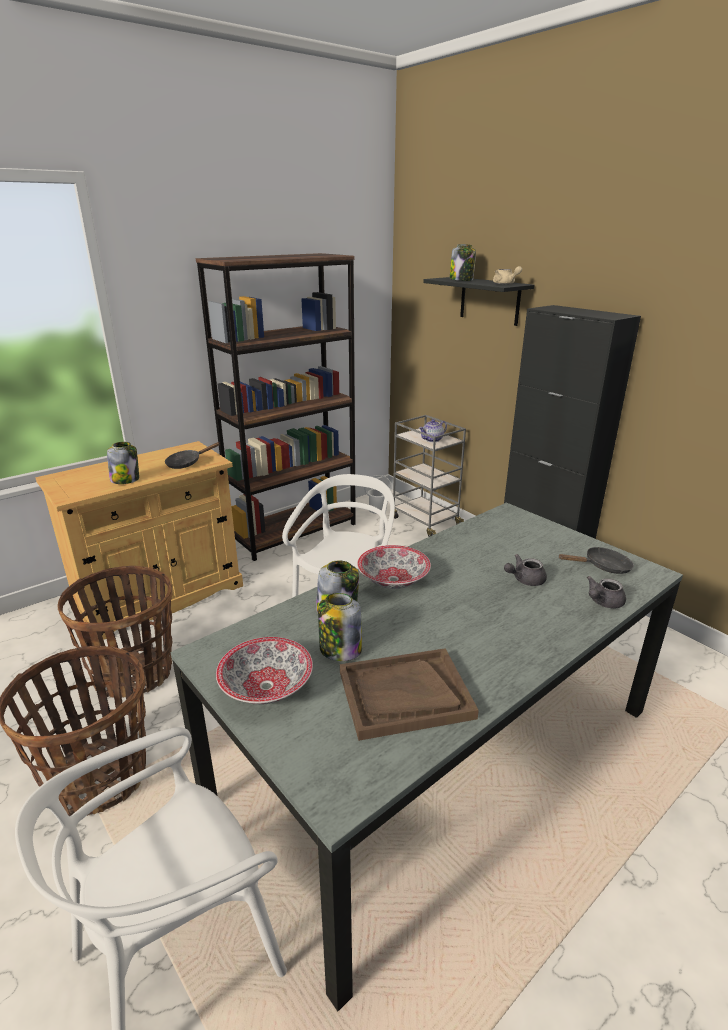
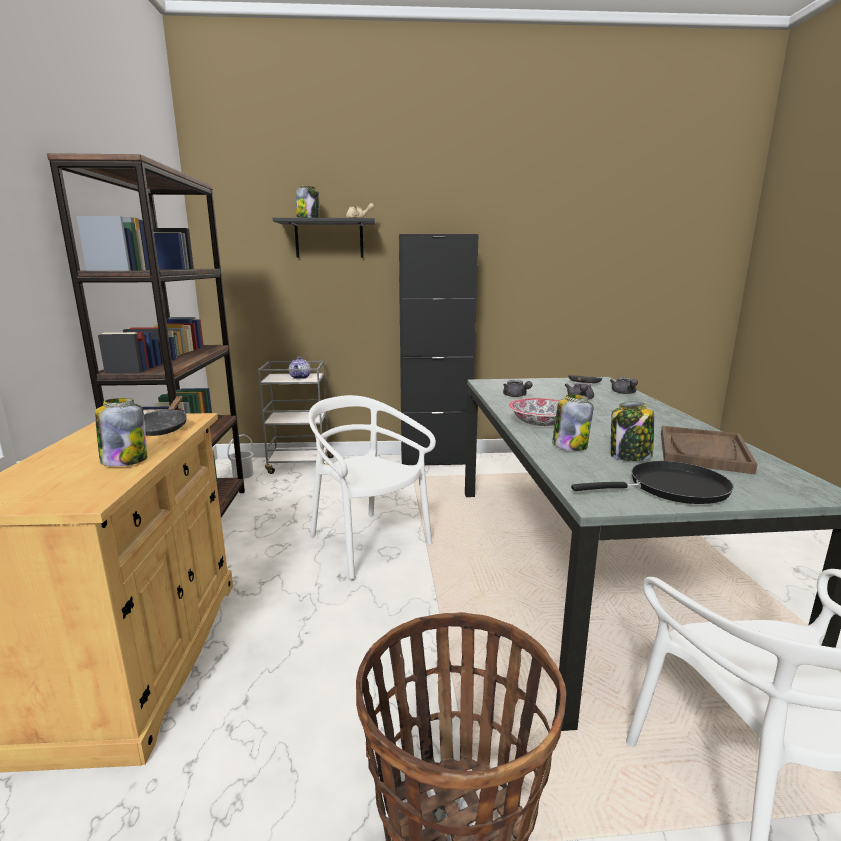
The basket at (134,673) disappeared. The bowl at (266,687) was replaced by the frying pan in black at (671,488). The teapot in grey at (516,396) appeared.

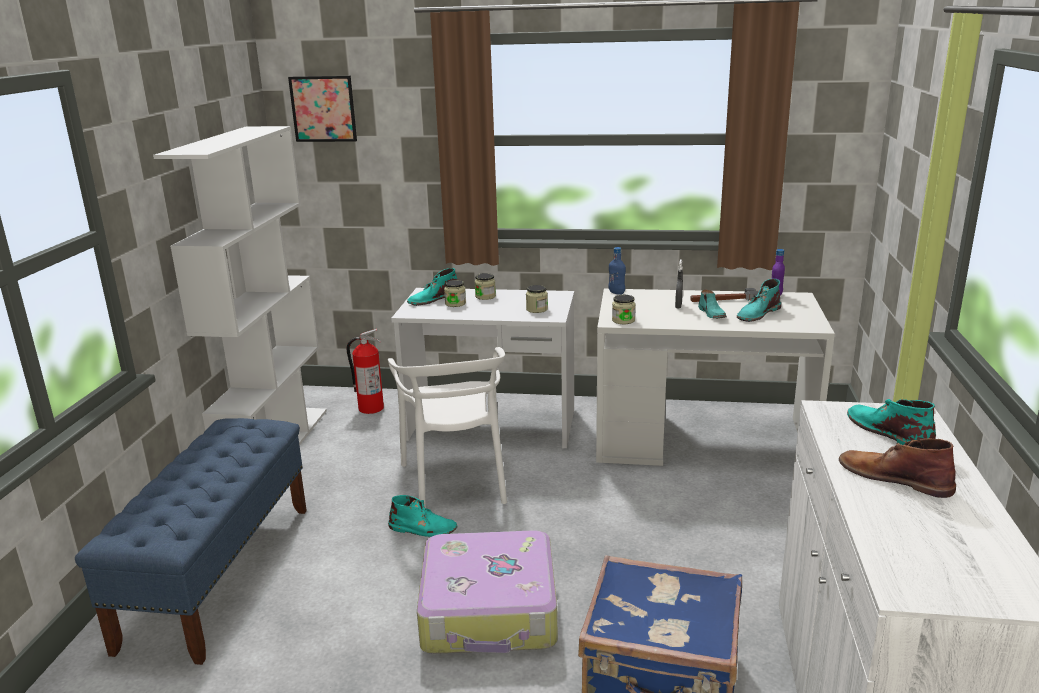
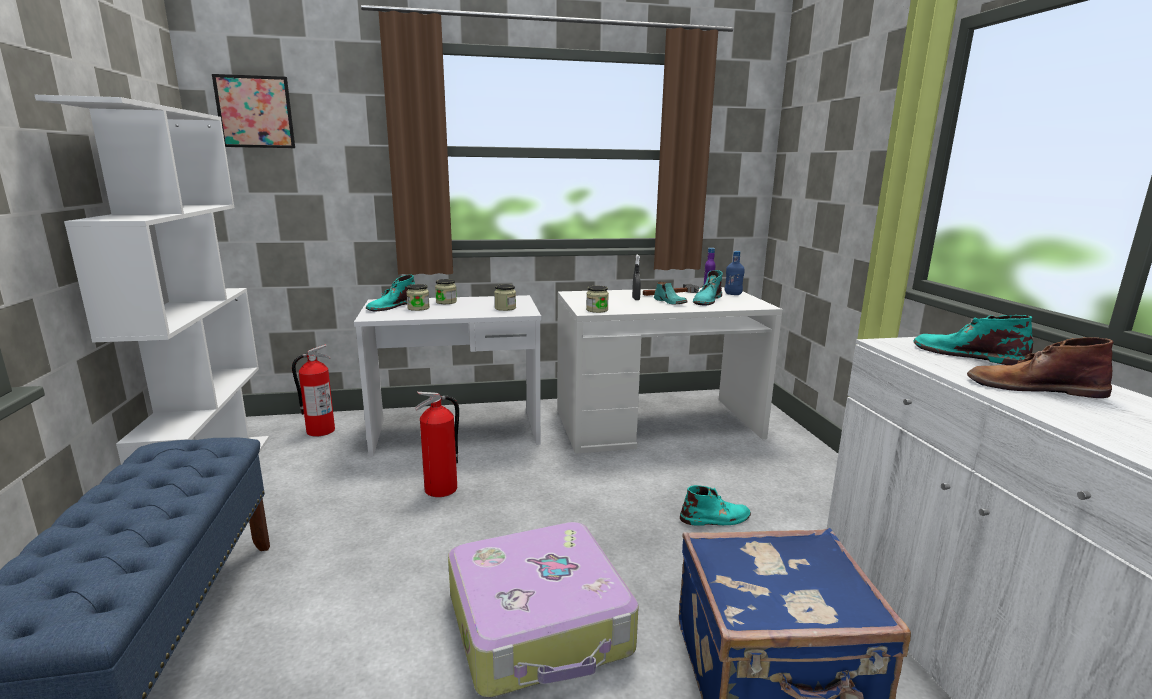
The bottle in blue moved from (616,292) to (733,294). The chair in white at (456,481) was replaced by the fire extinguisher at (442,489). The boot in turquoise moved from (423,528) to (716,518).

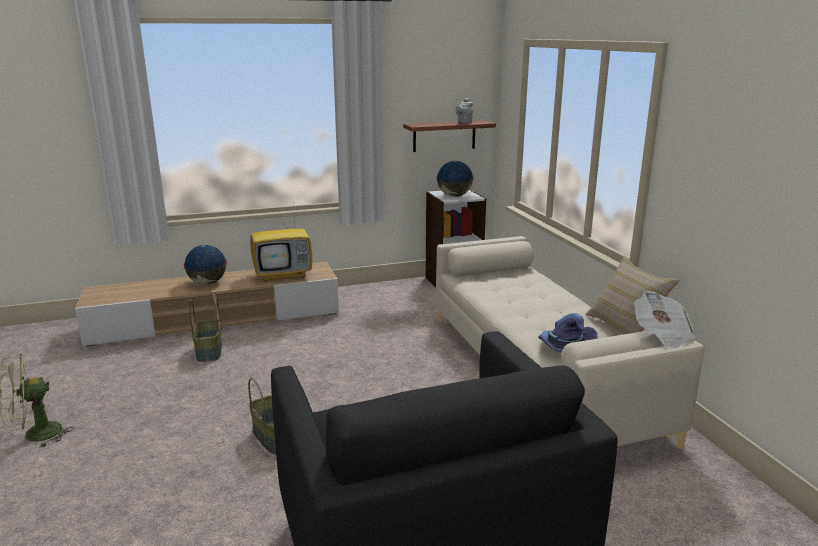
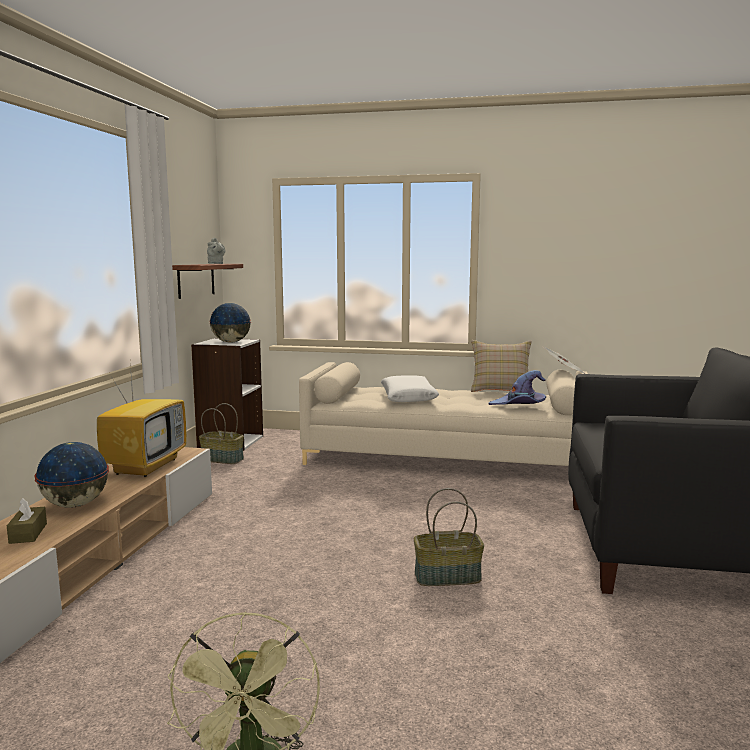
The basket moved from (210,351) to (223,459). The pillow in white at (408,397) appeared. The tissue box in brown at (28,533) appeared.

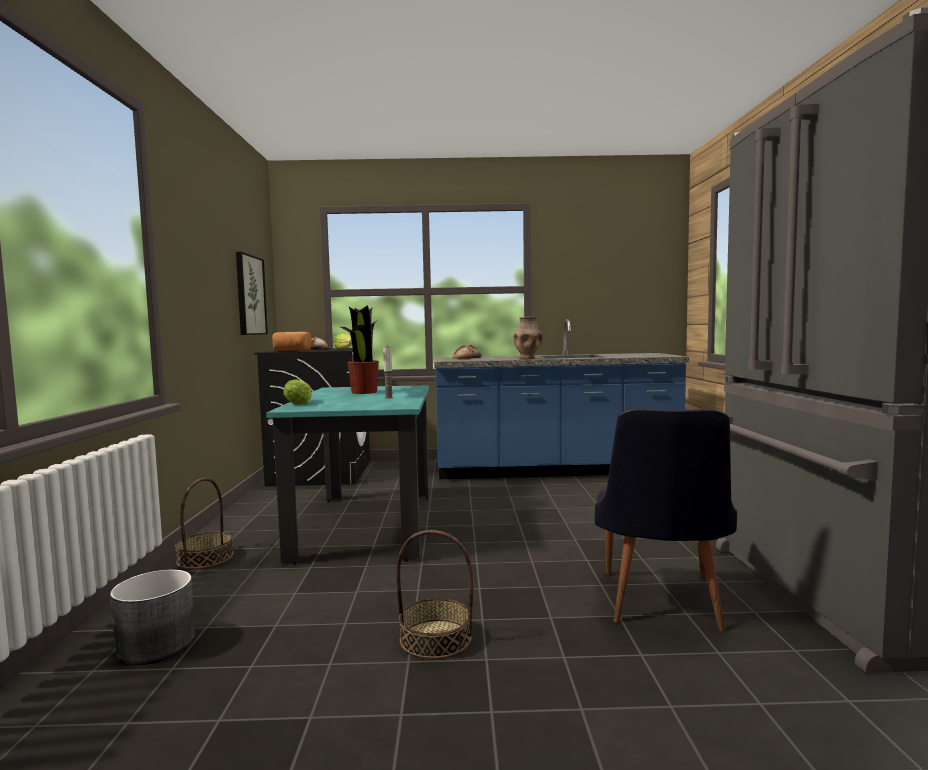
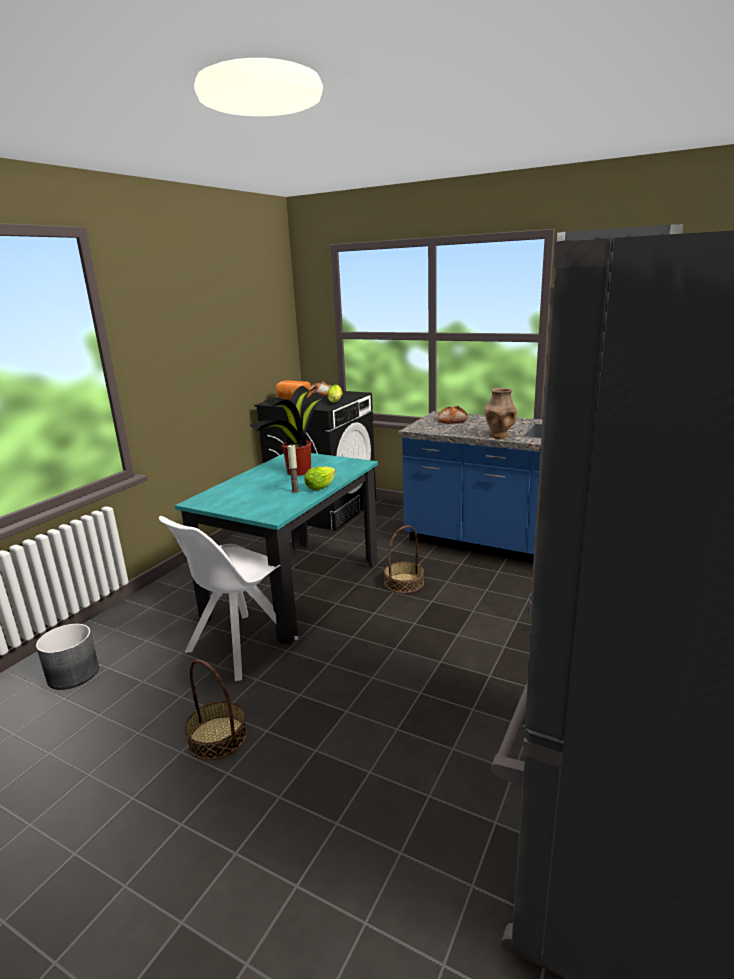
The picture at (250,295) disappeared. The lettuce moved from (301,403) to (322,486). The chair in black at (660,606) disappeared. The basket moved from (205,558) to (404,583). The chair in white at (239,646) appeared.

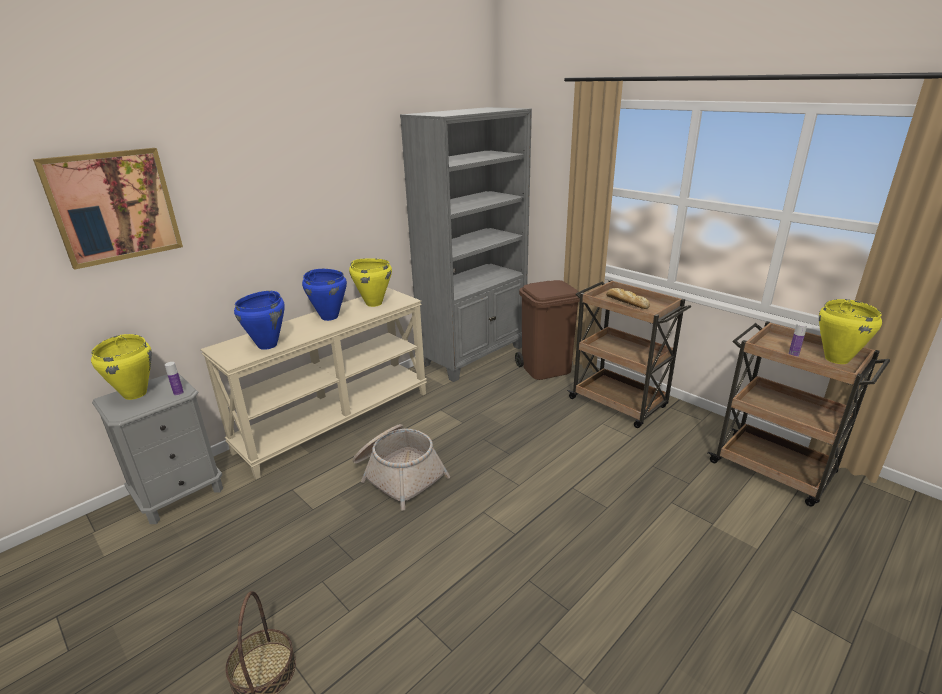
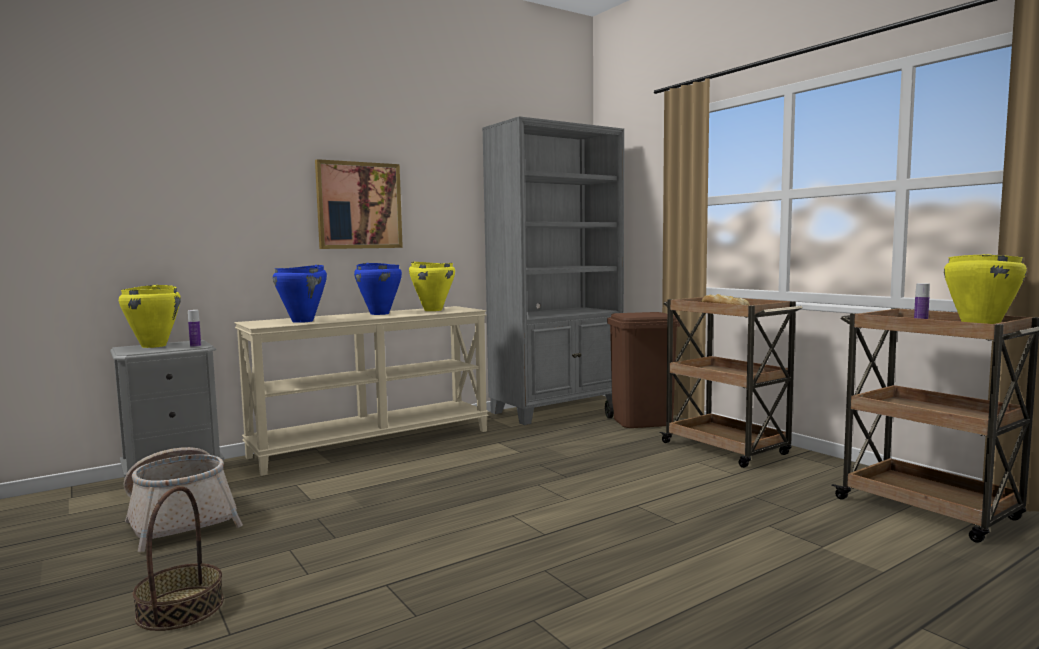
The picture moved from (114,206) to (359,205). The basket moved from (398,474) to (180,519).

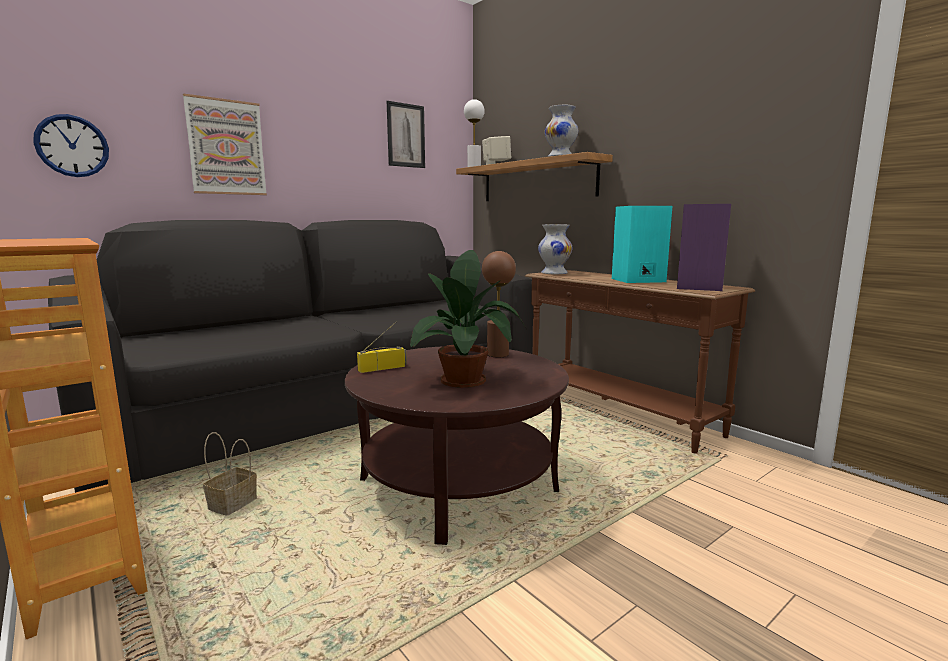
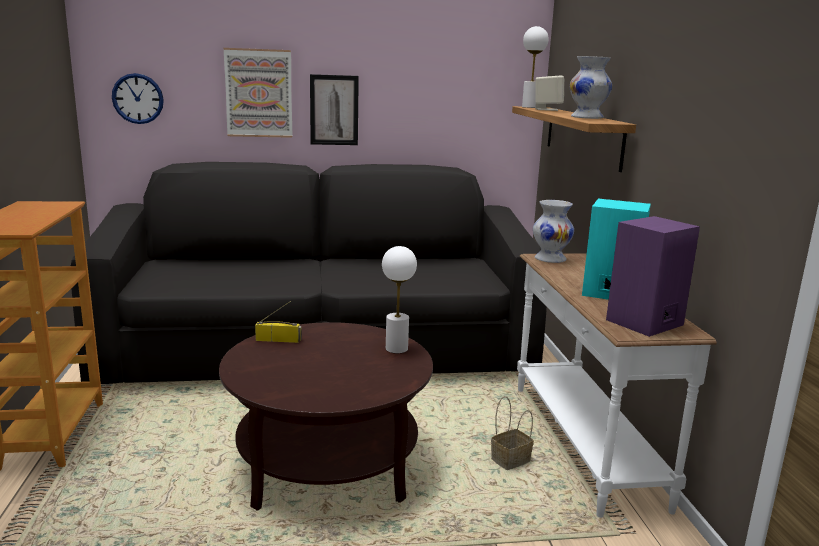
The picture moved from (406,135) to (334,110). The potted plant at (466,379) disappeared. The table lamp in brown at (498,354) became the table lamp in white at (397,348). The console table in brown at (618,414) became the console table in white at (582,443). The basket moved from (233,504) to (510,460).

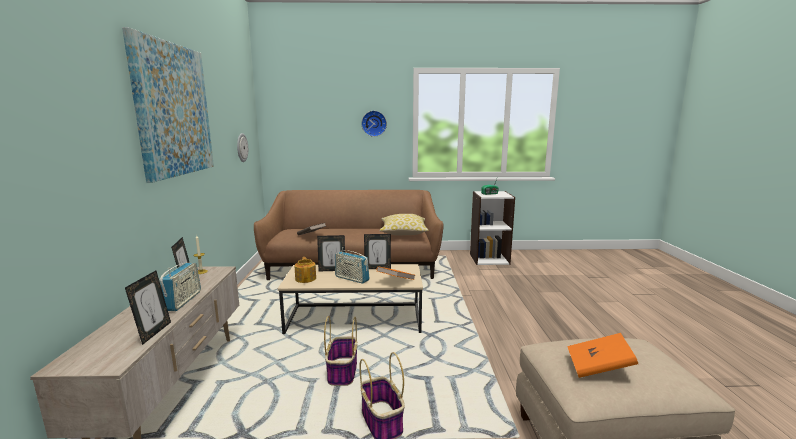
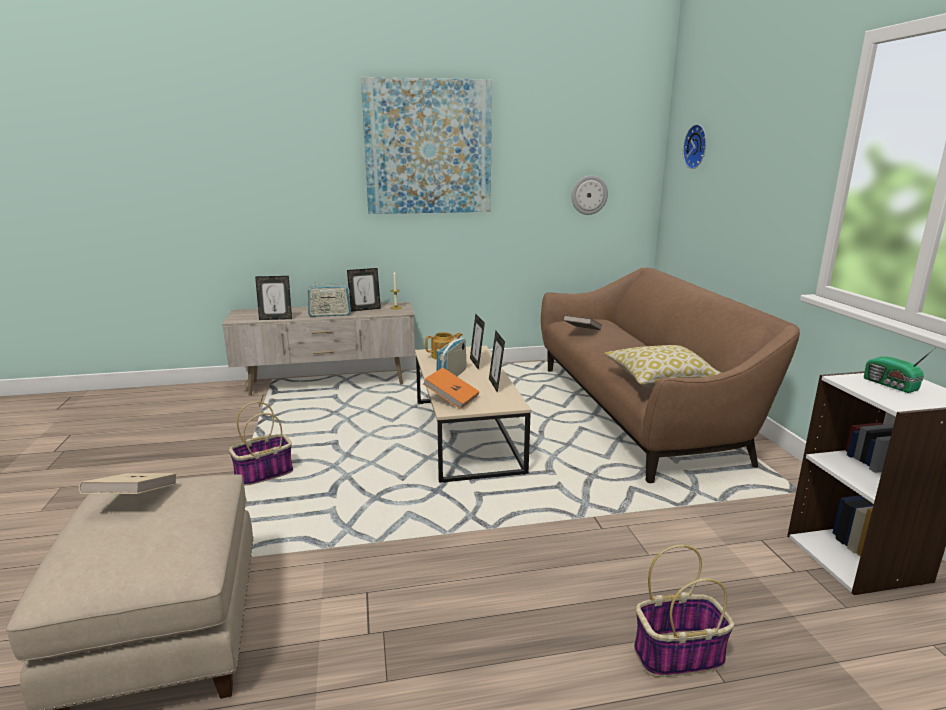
The wall clock moved from (374,123) to (697,146). The basket moved from (342,372) to (679,654). The book in orange at (598,368) became the book in beige at (134,500).

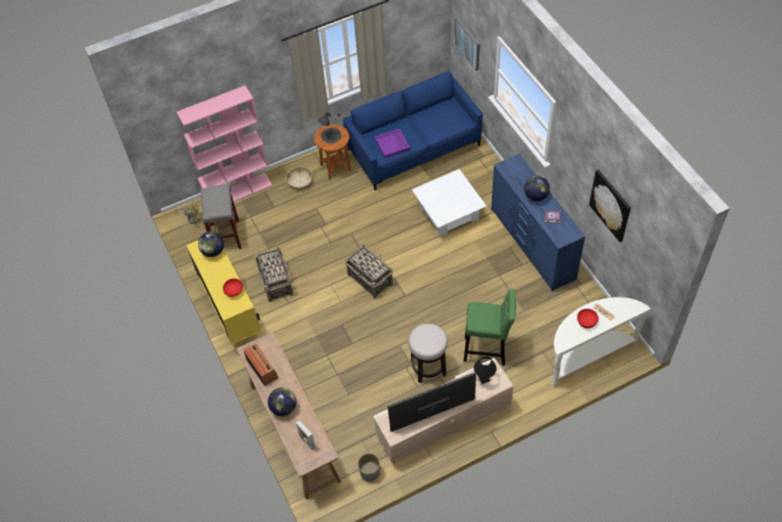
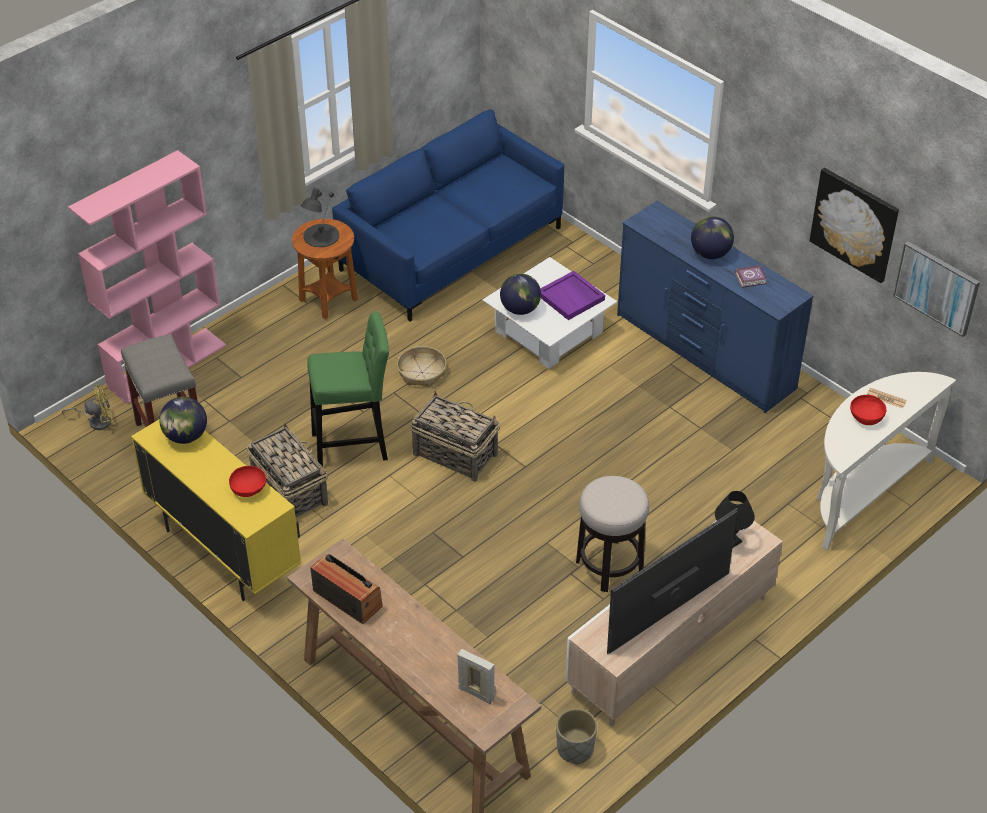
The picture moved from (468,43) to (937,287). The tray in purple moved from (392,144) to (571,297). The basket moved from (300,181) to (421,372). The stool in green moved from (487,350) to (354,445). The globe moved from (284,408) to (520,309).

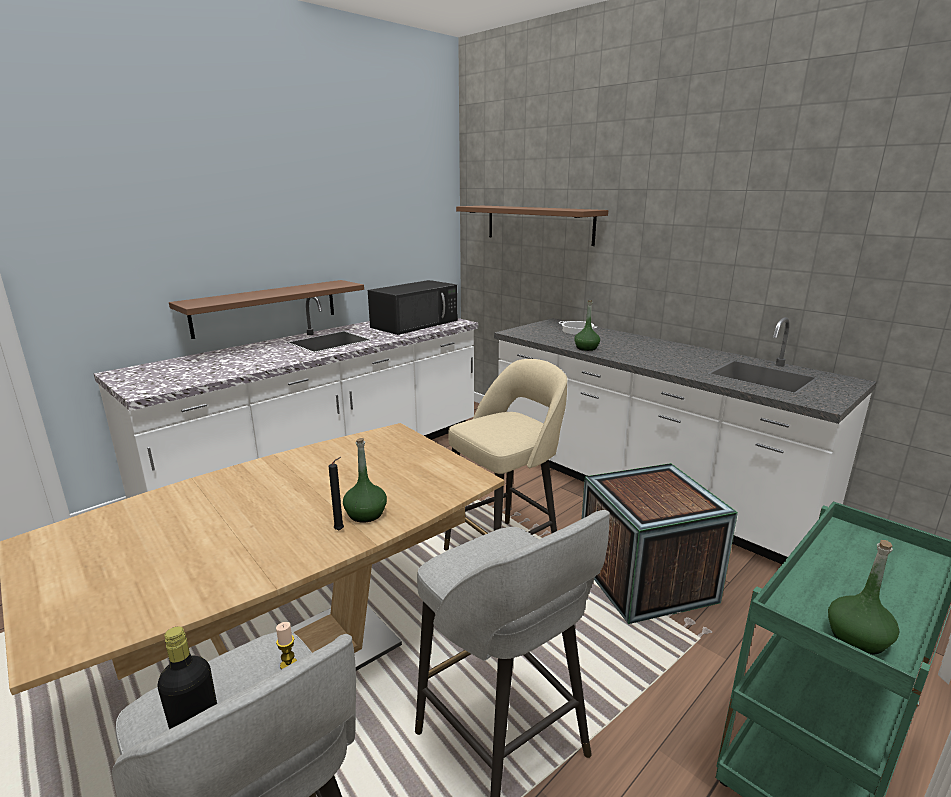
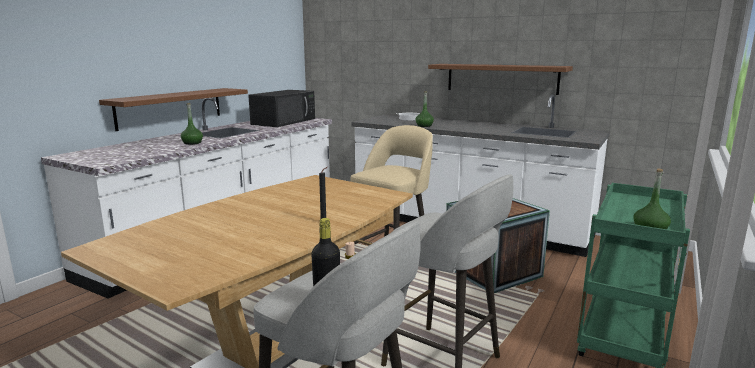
The shelf in brown moved from (538,224) to (501,78). The bottle in green moved from (365,514) to (192,143).

